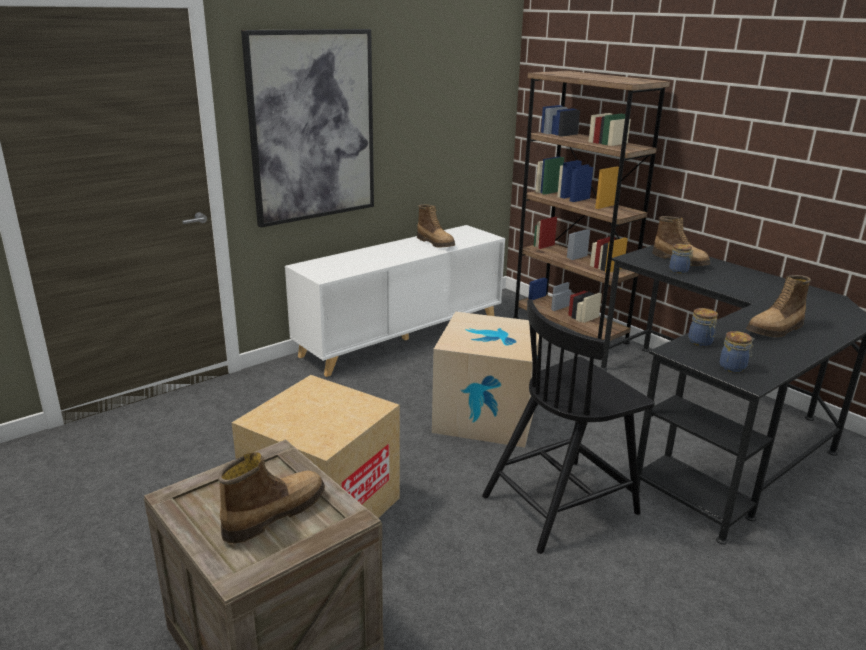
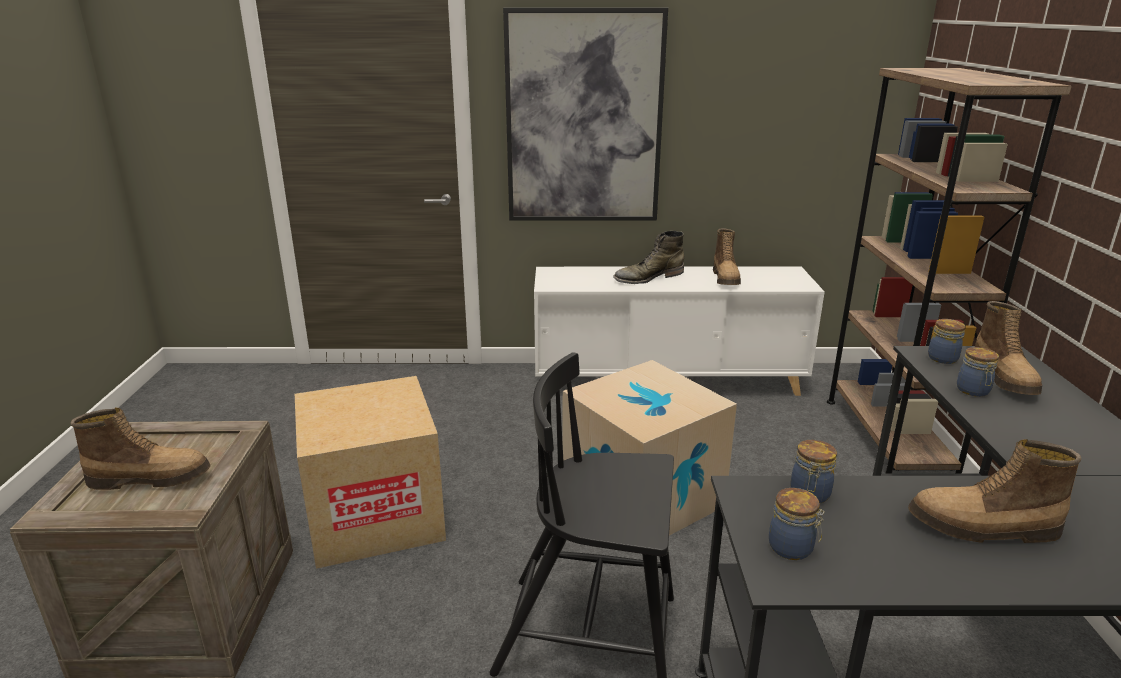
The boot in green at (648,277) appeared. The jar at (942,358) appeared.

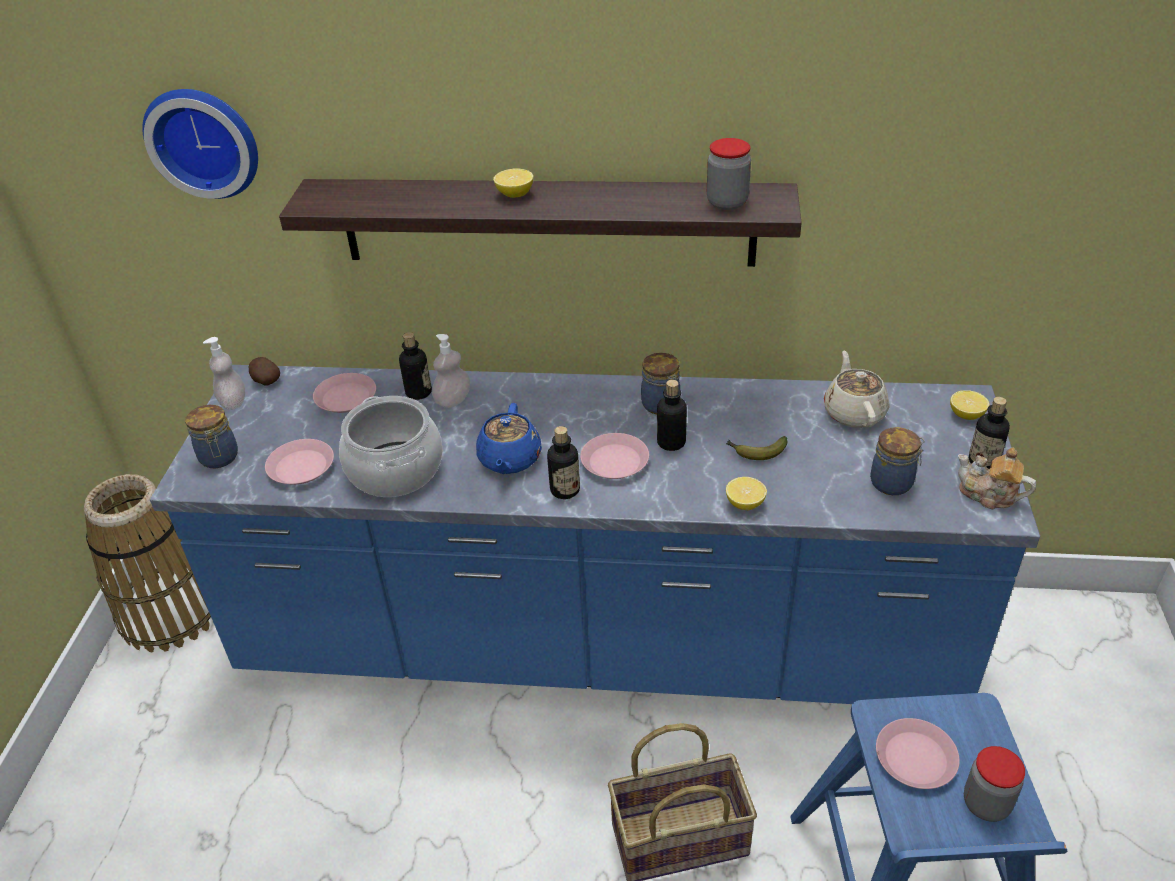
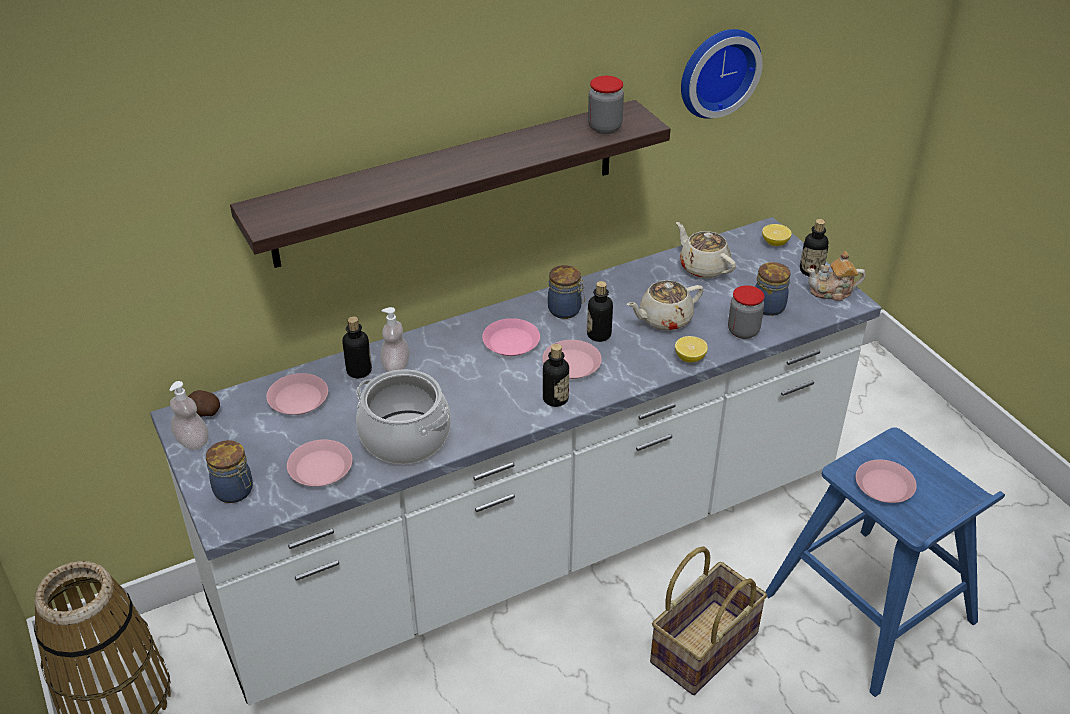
The wall clock moved from (204,140) to (716,71). The lemon at (515,194) disappeared. The counter in blue at (598,644) became the counter in white at (535,543). The teapot in blue at (509,460) disappeared. The banana at (756,452) was replaced by the teapot in beige at (664,319). The jar moved from (986,804) to (743,331). The plate in pink at (511,342) appeared.

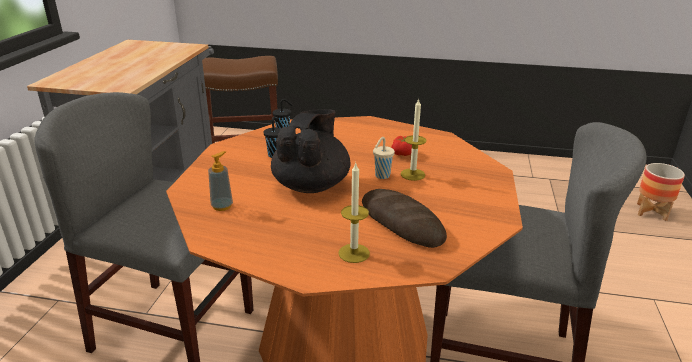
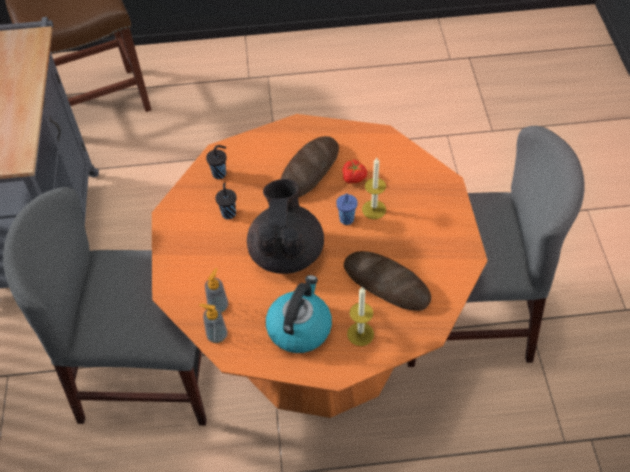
The cup in beige at (381,176) became the cup in blue at (346,220). The planter at (651,212) disappeared. The bread at (309,170) appeared. The kettle at (299,327) appeared. The soap dispenser at (217,335) appeared.

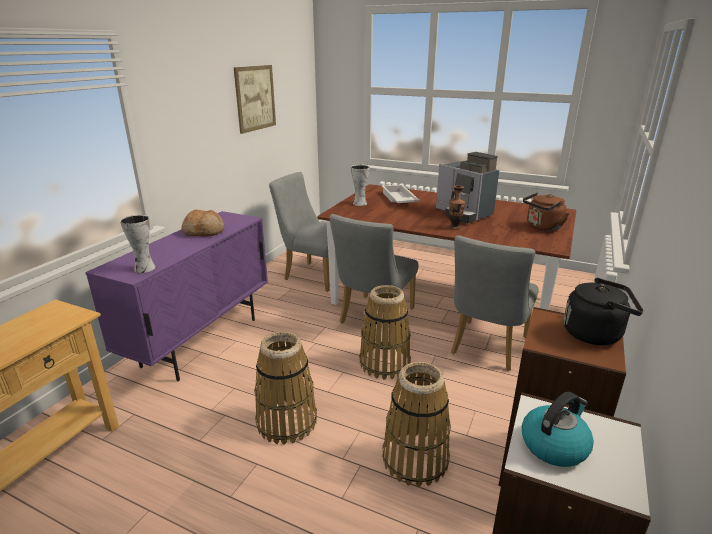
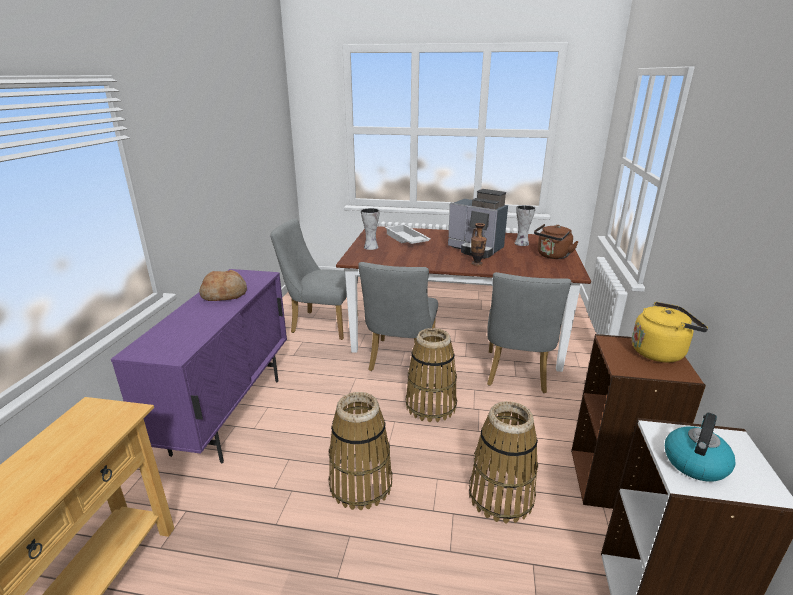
The picture at (255,98) disappeared. The vase moved from (143,268) to (521,243). The kettle in black at (595,334) became the kettle in yellow at (660,352).

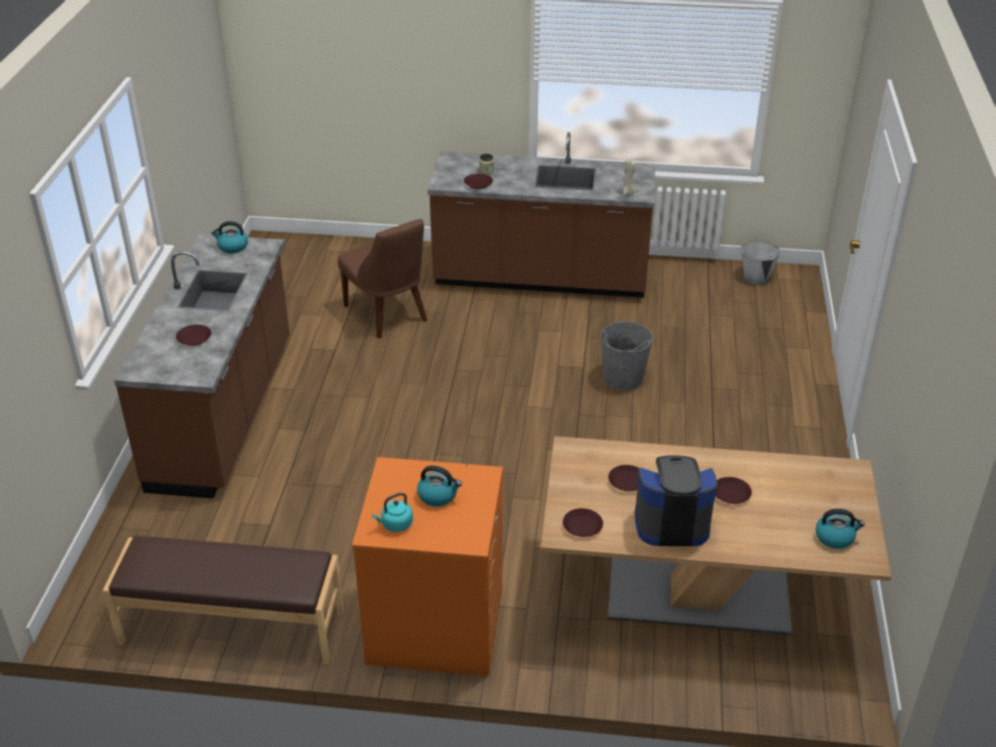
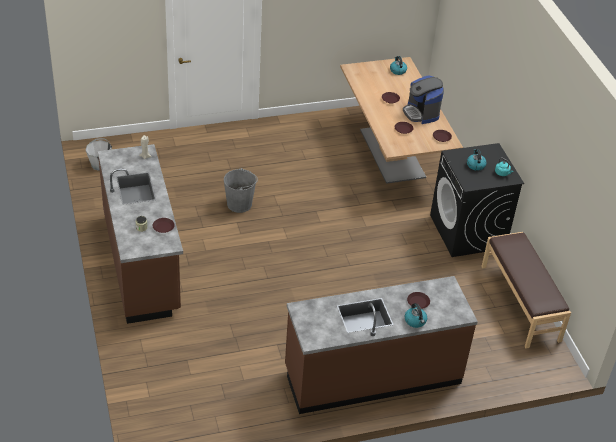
The chair in brown at (388,315) disappeared. The kettle moved from (232,247) to (415,321). The washing machine in orange at (434,625) became the washing machine in black at (468,232).

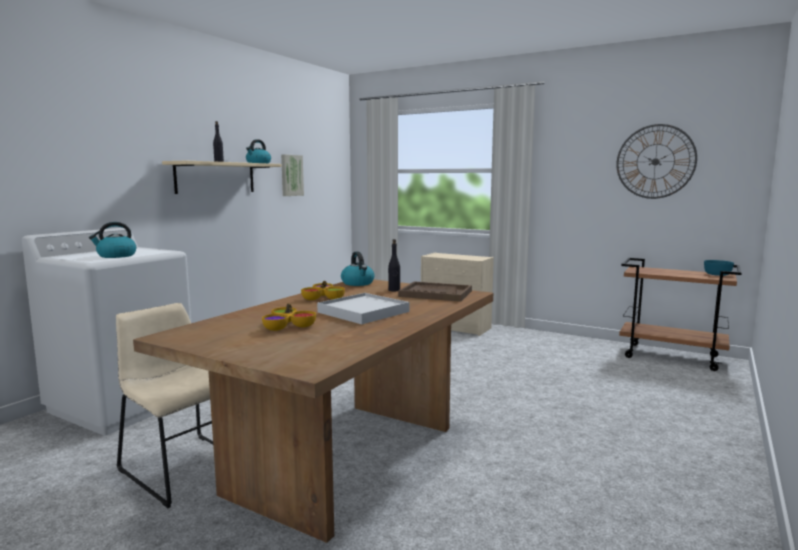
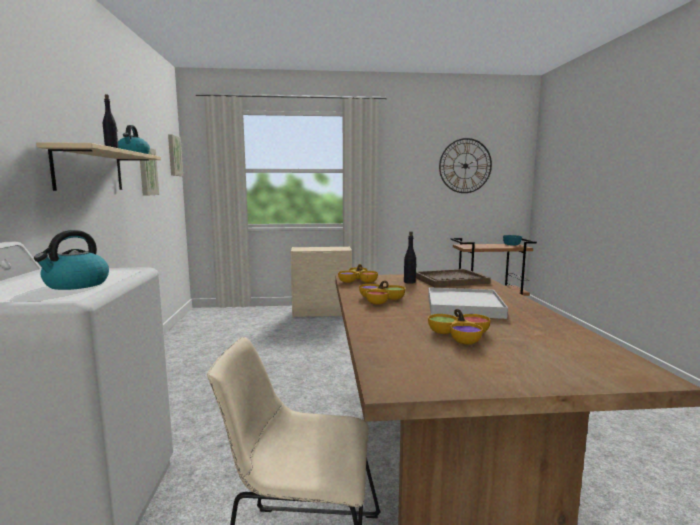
The kettle at (358,283) was replaced by the bowl at (358,280). The picture at (174,156) appeared.

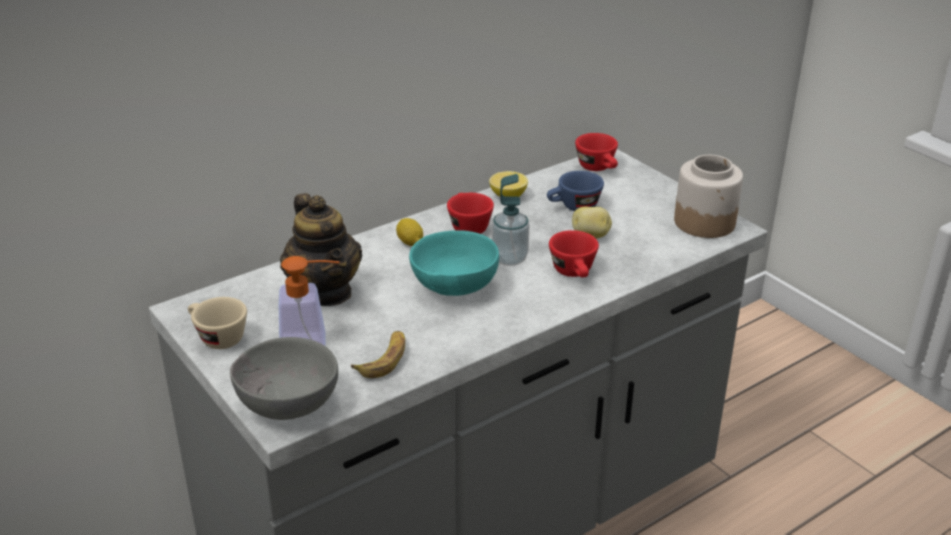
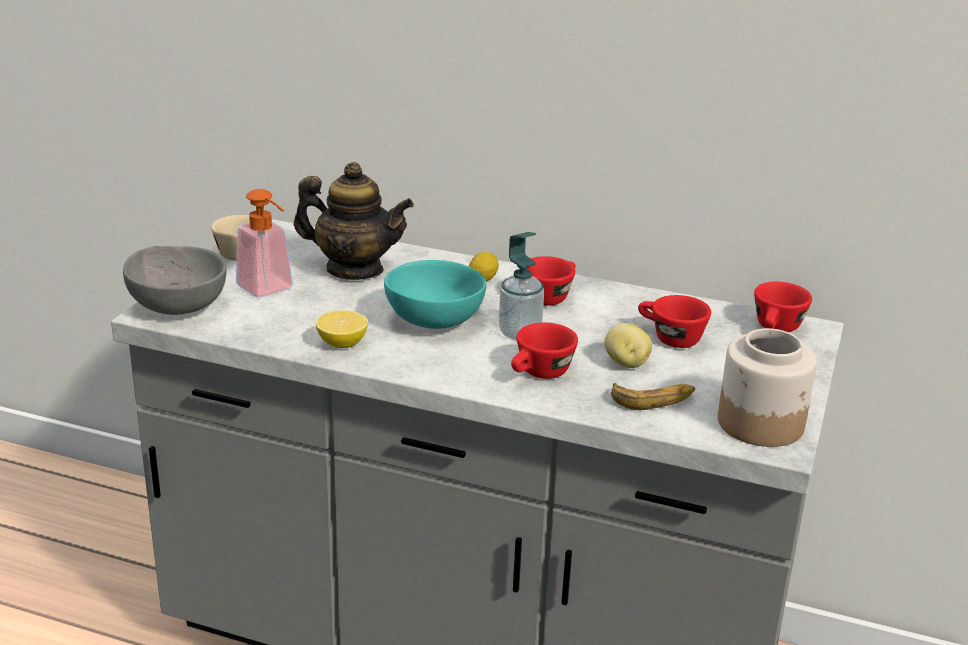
The lemon moved from (508,196) to (342,343). The cup in blue at (573,207) became the cup in red at (669,338). The teapot at (325,292) turned 105 degrees counterclockwise. The banana moved from (384,359) to (653,400).

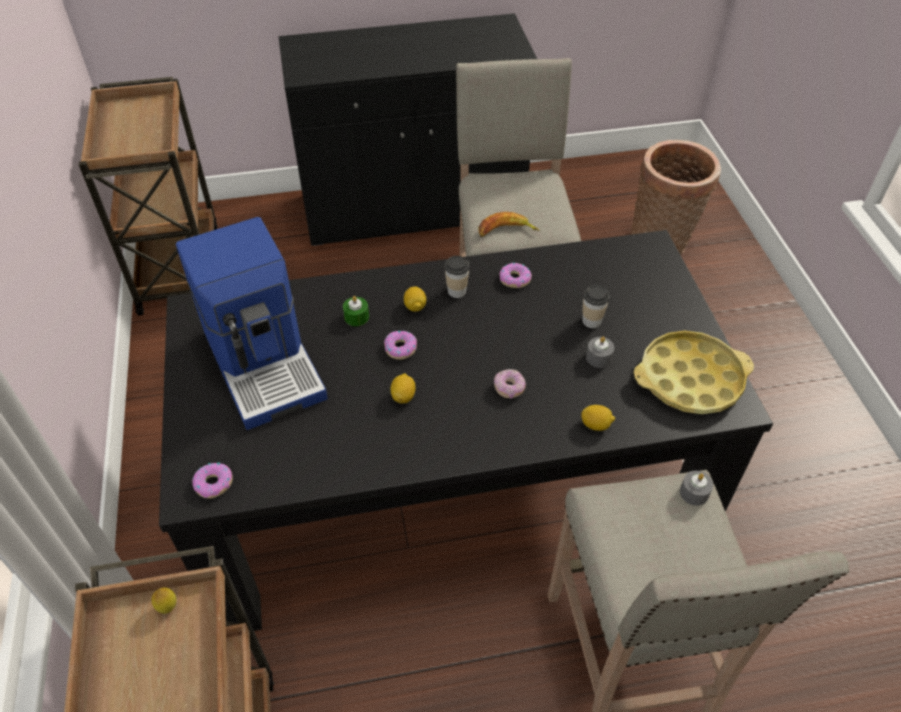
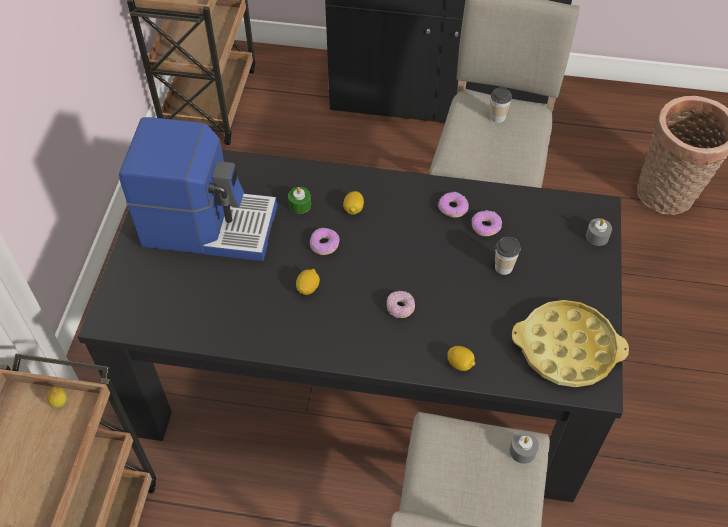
The banana at (505,231) disappeared. The coffee machine at (265,362) turned 75 degrees counterclockwise. The cup moved from (456,291) to (497,117). The candle in grey moved from (598,357) to (597,236). The donut moved from (214,483) to (486,226).

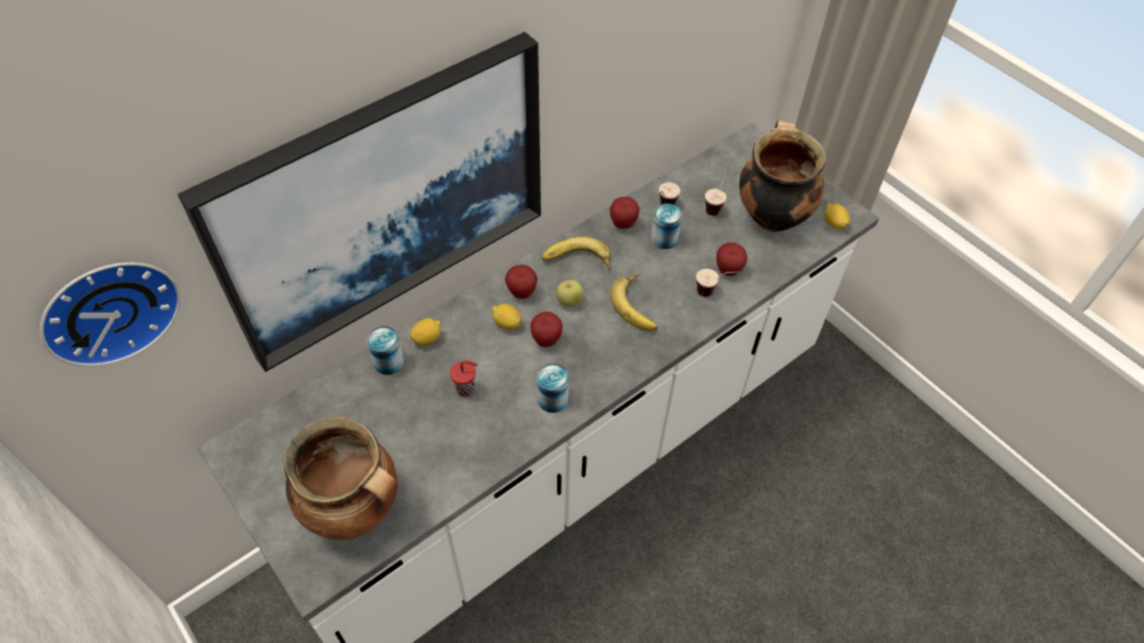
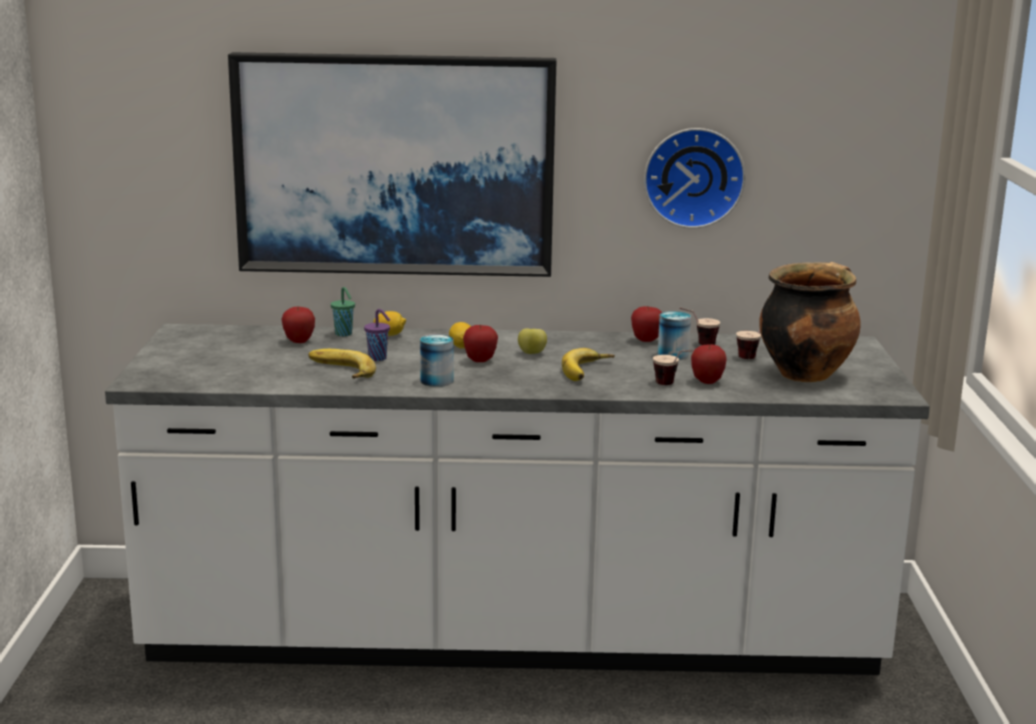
The lemon at (834,224) disappeared. The banana moved from (577,261) to (339,371). The wall clock moved from (108,308) to (693,177). The apple moved from (522,293) to (299,341). The can at (388,362) was replaced by the cup in green at (344,334). The cup in red at (466,389) became the cup in purple at (378,358). The cooking pot at (355,509) disappeared.

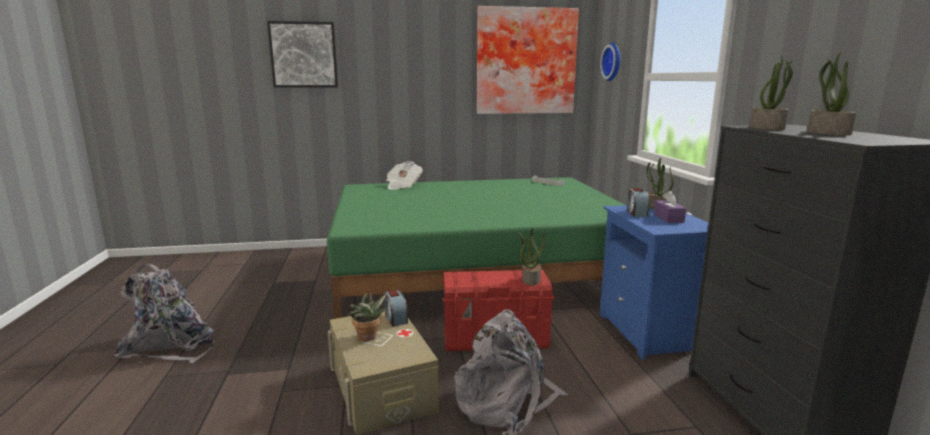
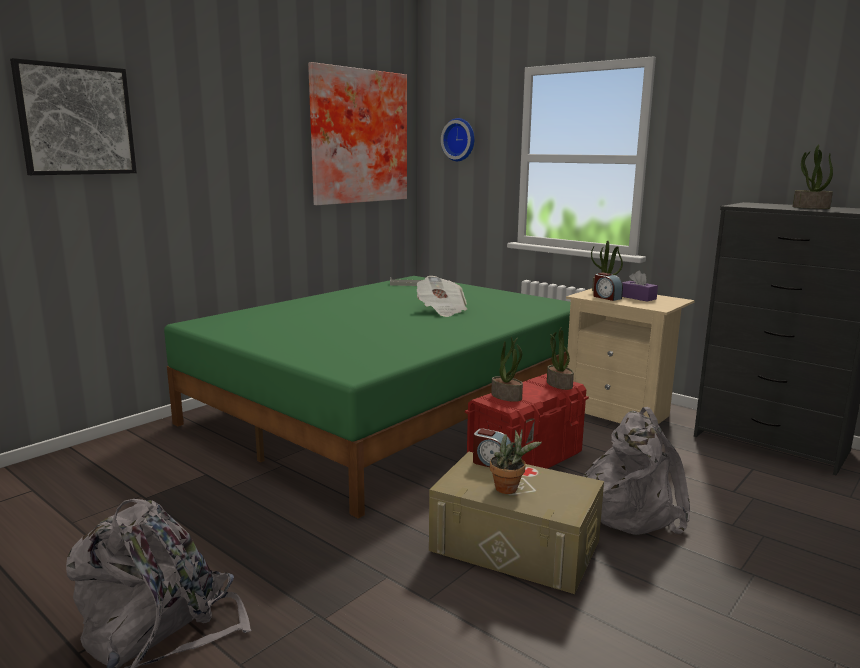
The potted plant moved from (767,128) to (507,396). The newspaper moved from (403,186) to (441,310). The nightstand in blue at (649,333) became the nightstand in beige at (620,414).

